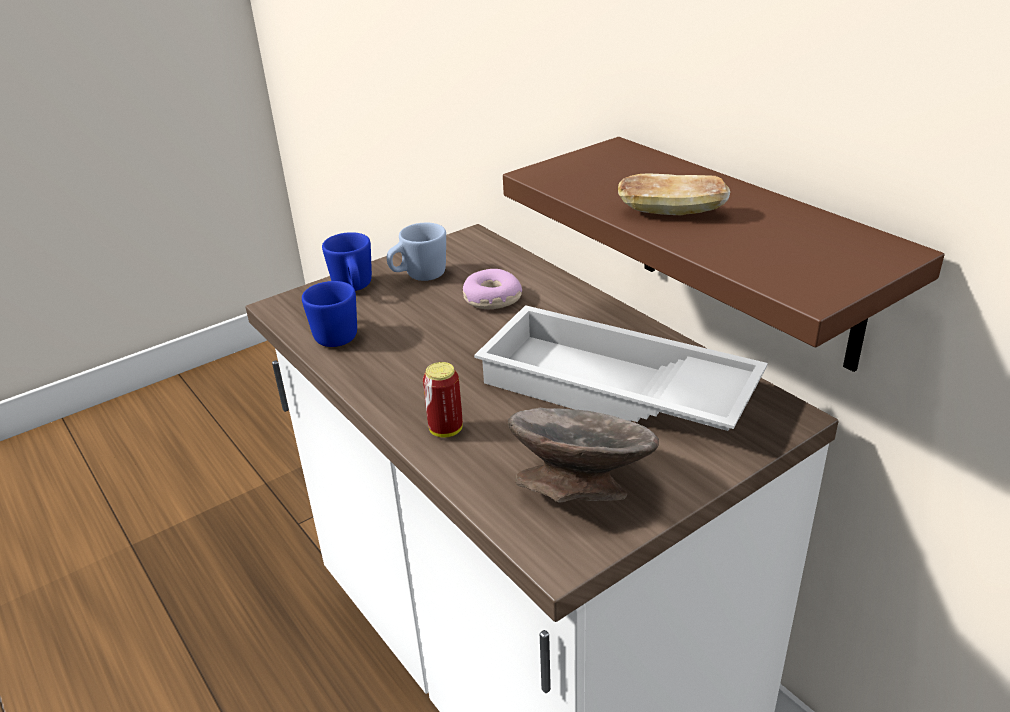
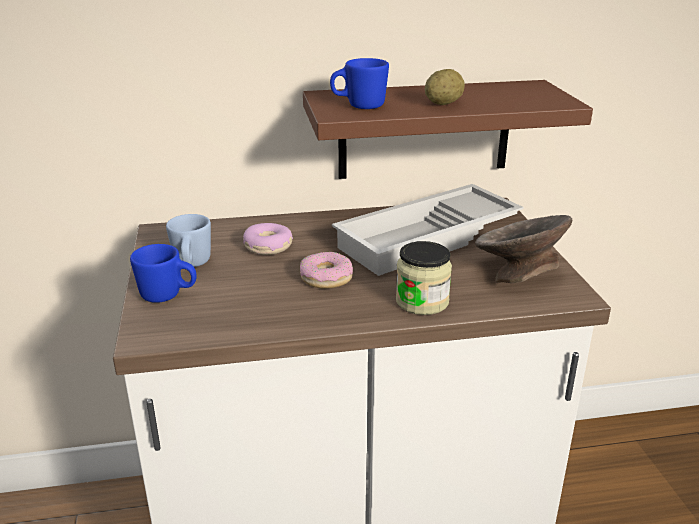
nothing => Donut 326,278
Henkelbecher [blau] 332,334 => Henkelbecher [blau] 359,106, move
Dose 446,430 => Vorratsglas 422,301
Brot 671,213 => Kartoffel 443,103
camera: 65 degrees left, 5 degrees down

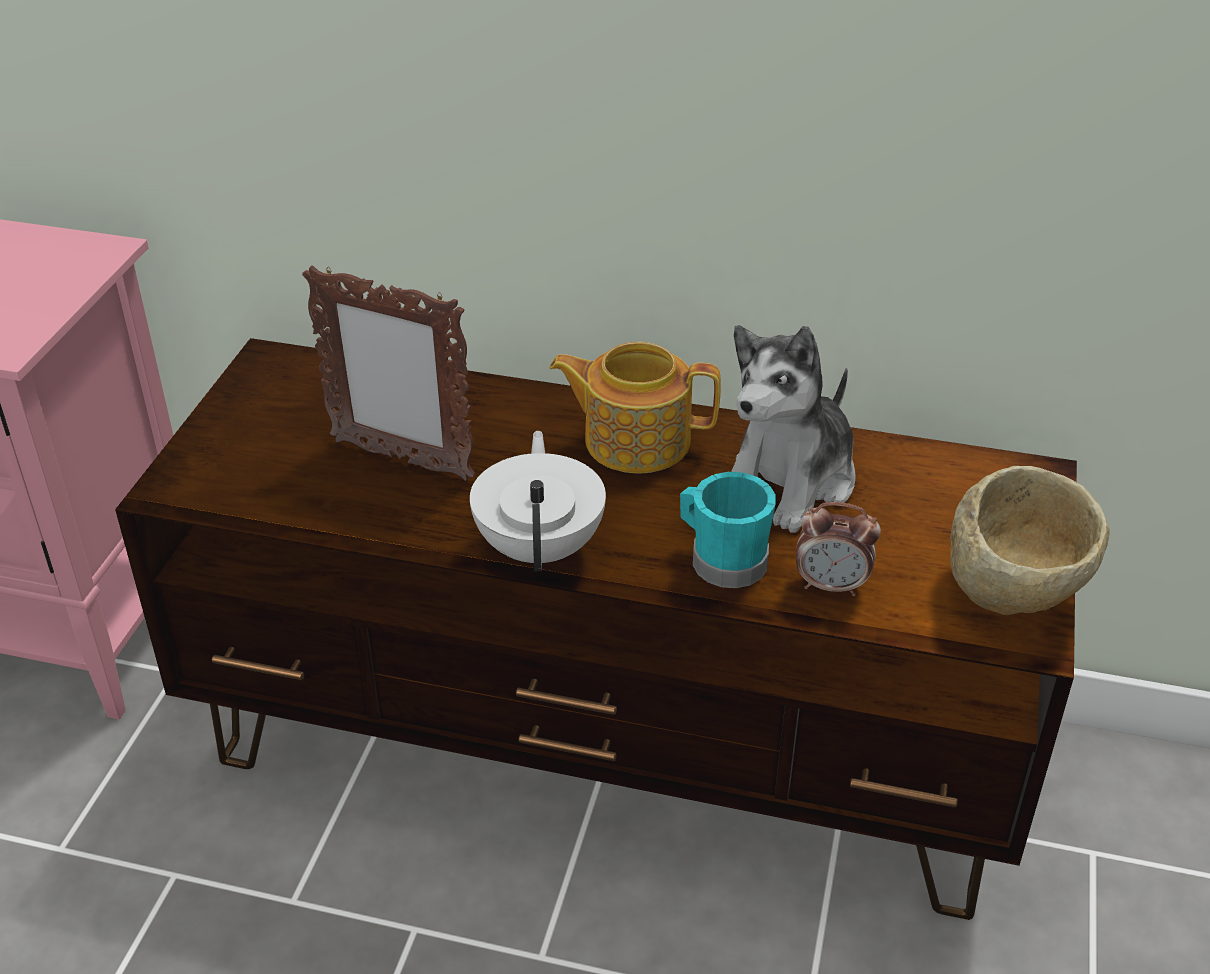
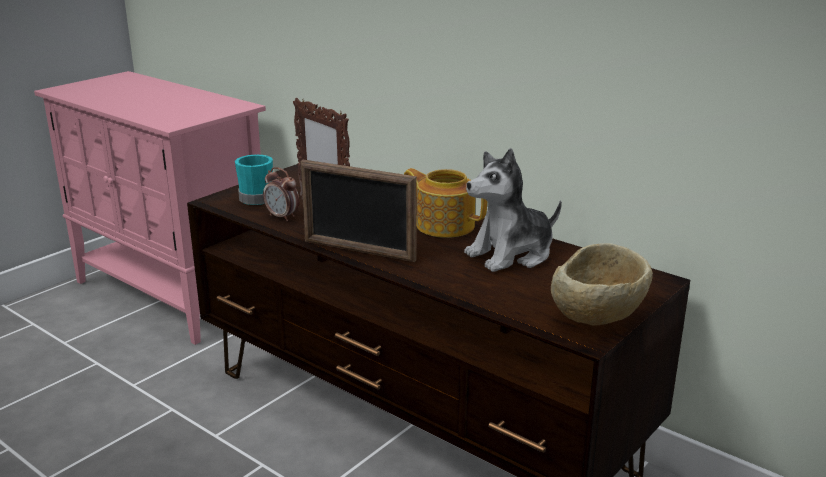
Henkelbecher [türkis] 722,559 => Henkelbecher [türkis] 255,197, move
Wecker 831,585 => Wecker 282,217, move
Teekanne [weiß] 541,547 => Bilderrahmen 359,251
camera: 25 degrees right, 15 degrees down

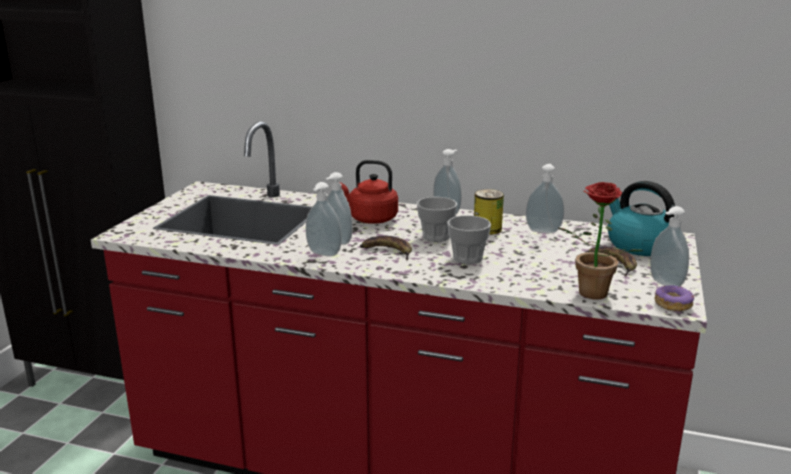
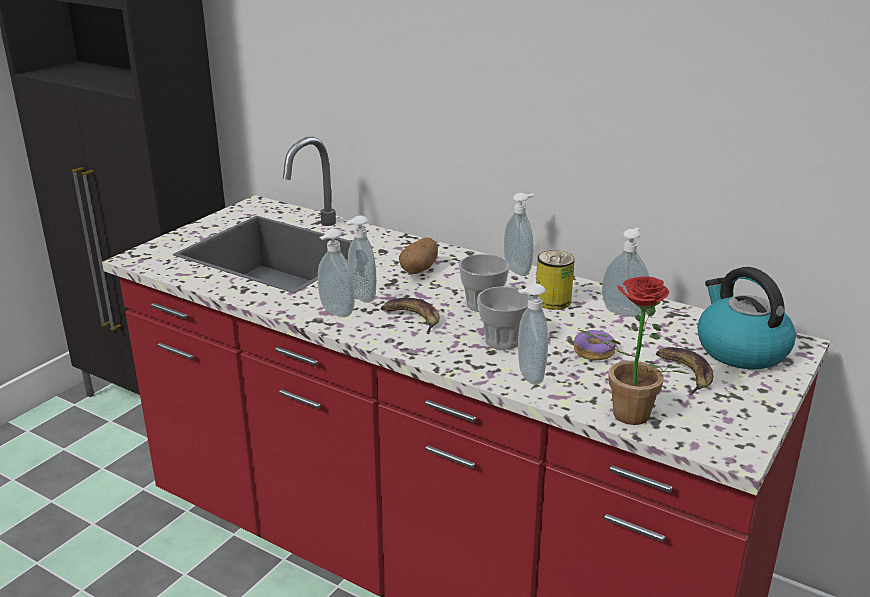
Seifenspender 664,284 => Seifenspender 528,376, move
Donut 673,304 => Donut 594,352, move
Wasserkessel [rot] 370,219 => Kartoffel 419,269
camera: 15 degrees right, 5 degrees up

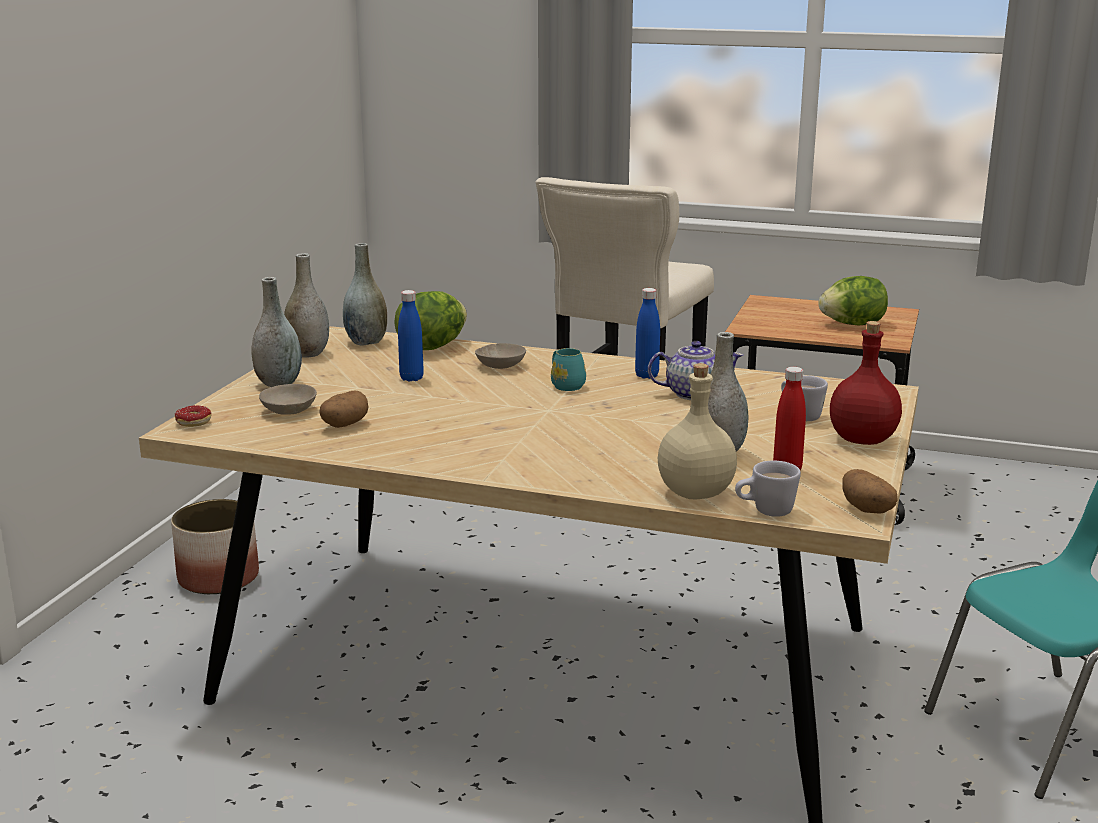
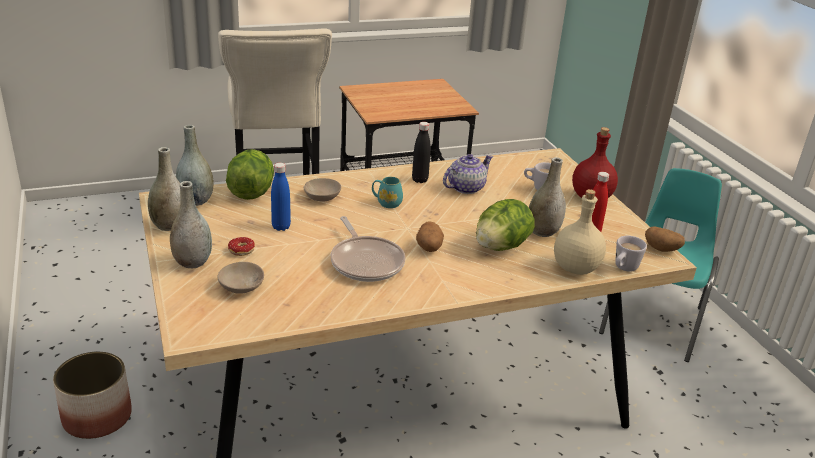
nothing => Pfanne 366,262
Donut 191,424 => Donut 243,253, move
Kartoffel 344,425 => Kartoffel 429,248, move
Salatkopf 852,324 => Salatkopf 501,246, move
Flasche [blau] 646,375 => Flasche [schwarz] 420,180
camera: 40 degrees left, 10 degrees up

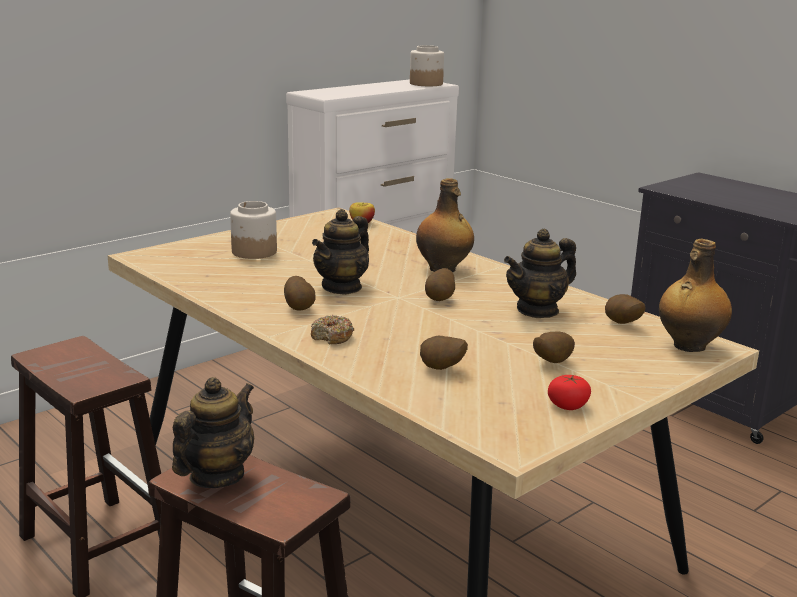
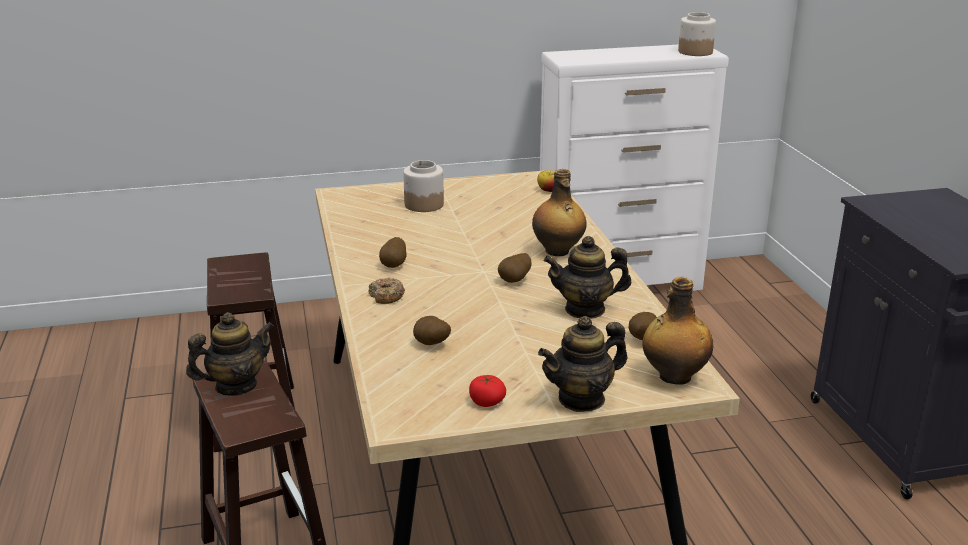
Kartoffel 550,362 => nothing
Teekanne 342,287 => Teekanne 581,399, move
camera: 30 degrees right, 5 degrees up

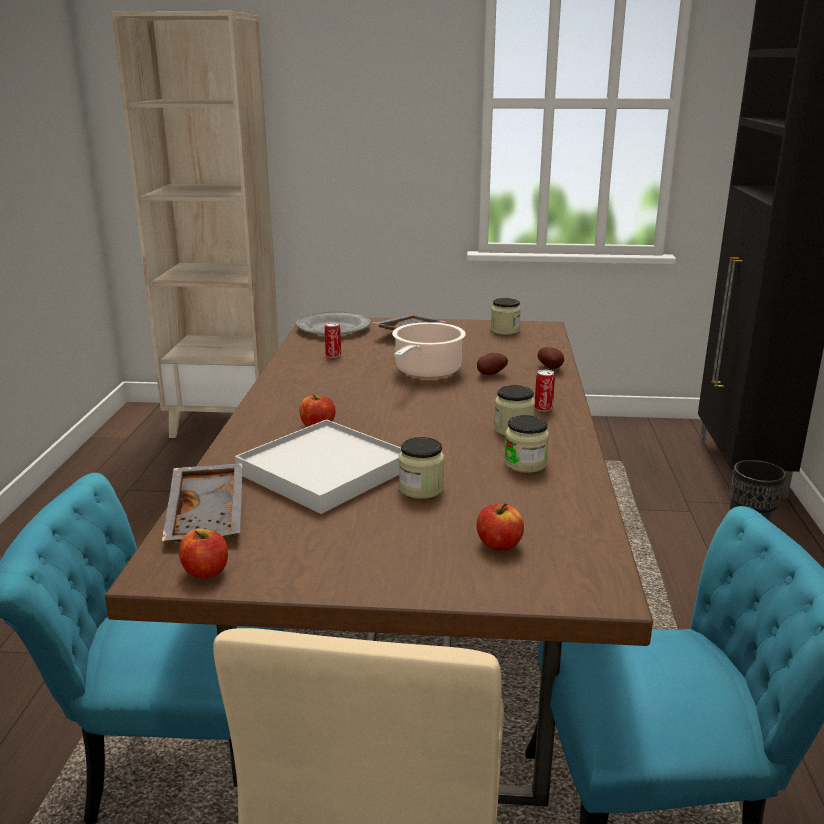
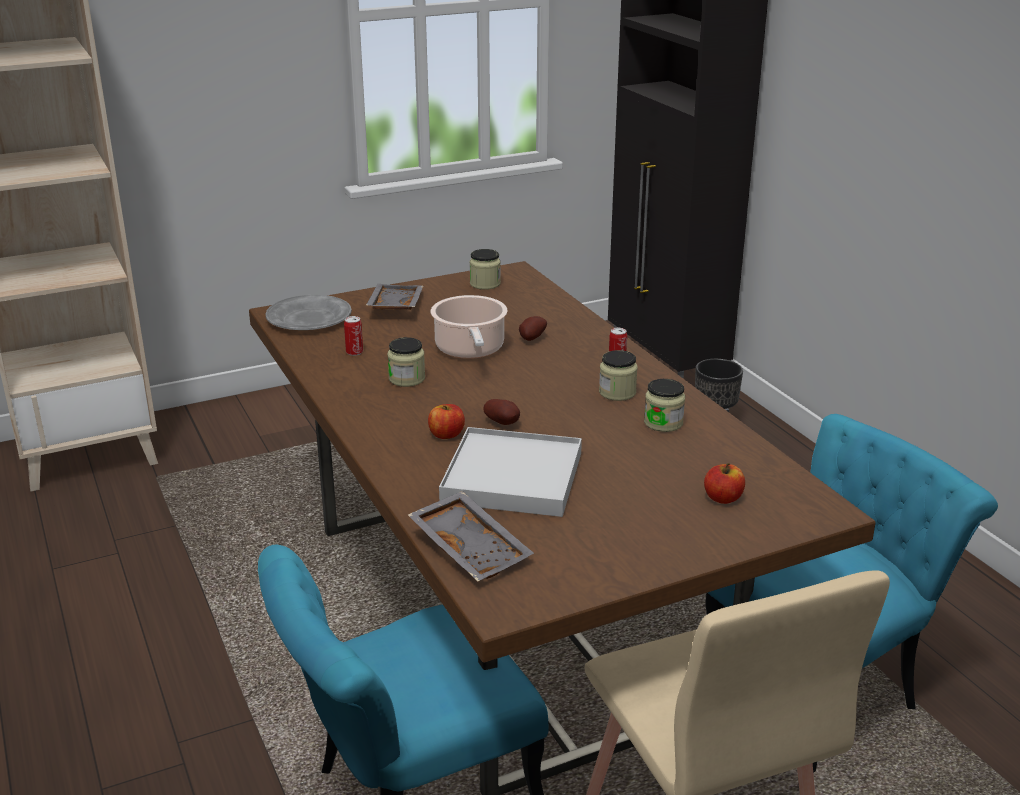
Apfel 206,571 => nothing
Vorratsglas 421,488 => Vorratsglas 407,379, move
Kartoffel 551,368 => Kartoffel 503,423, move
camera: 30 degrees left, 5 degrees up

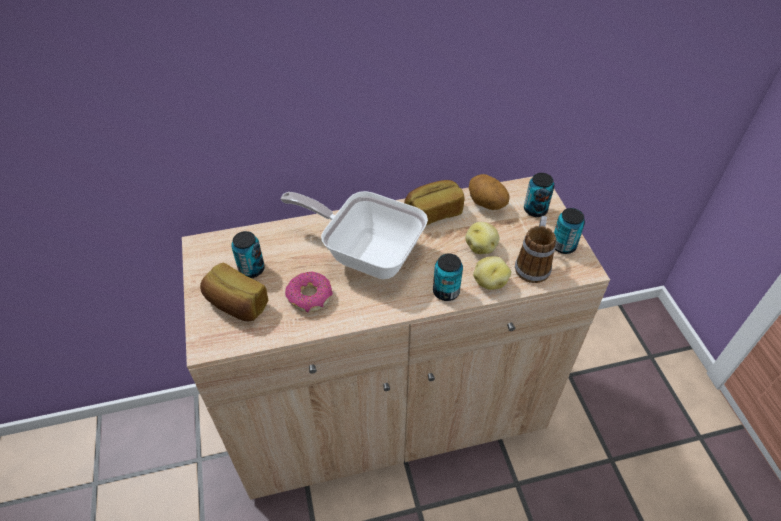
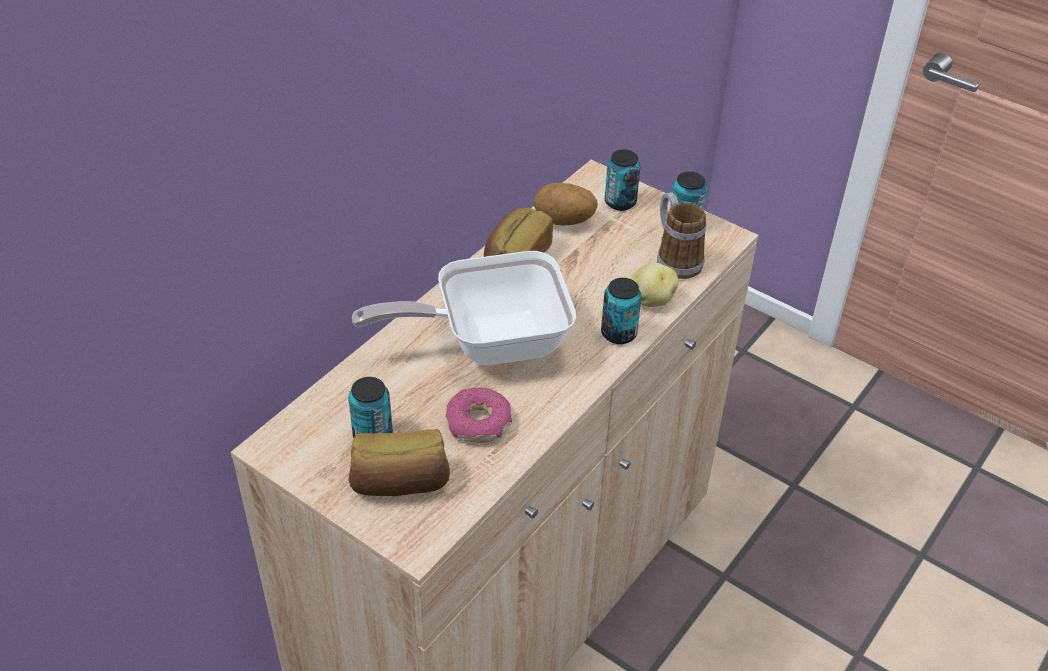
Kartoffel 481,247 => nothing
camera: 40 degrees left, 5 degrees down

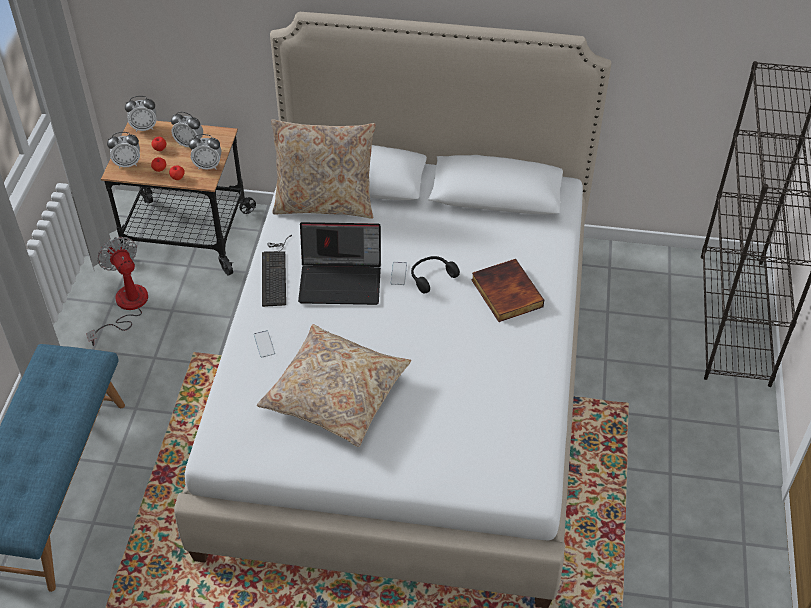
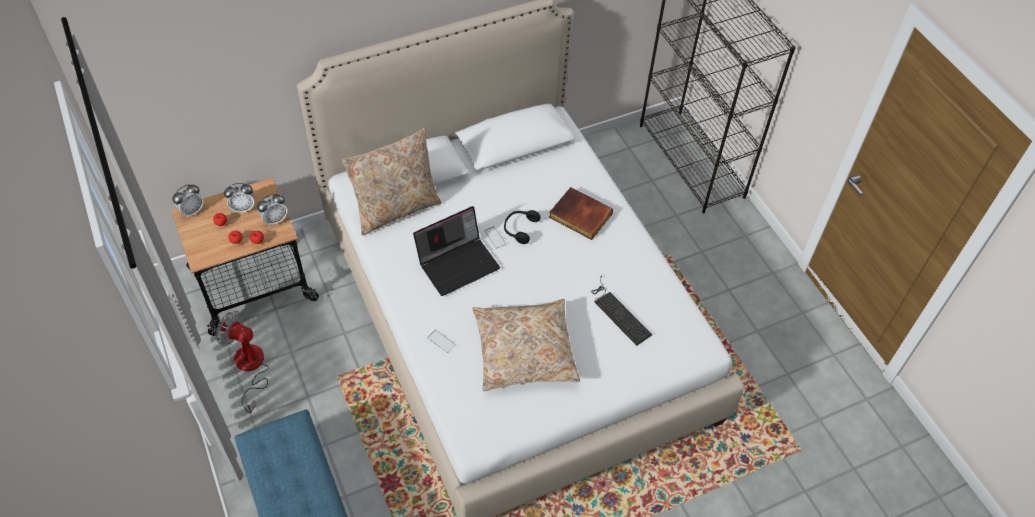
Wecker 127,164 => nothing
Tastatur 275,272 => Tastatur 618,312, move
camera: 35 degrees left, 5 degrees up

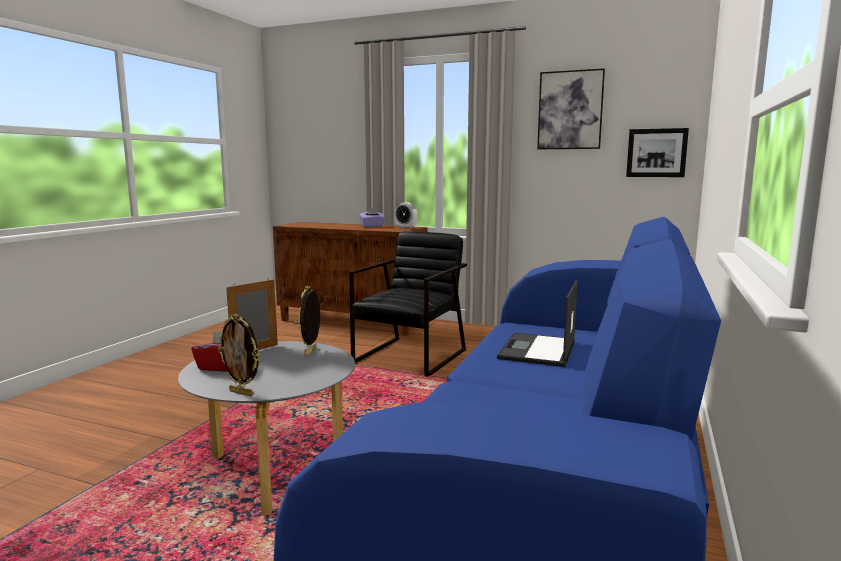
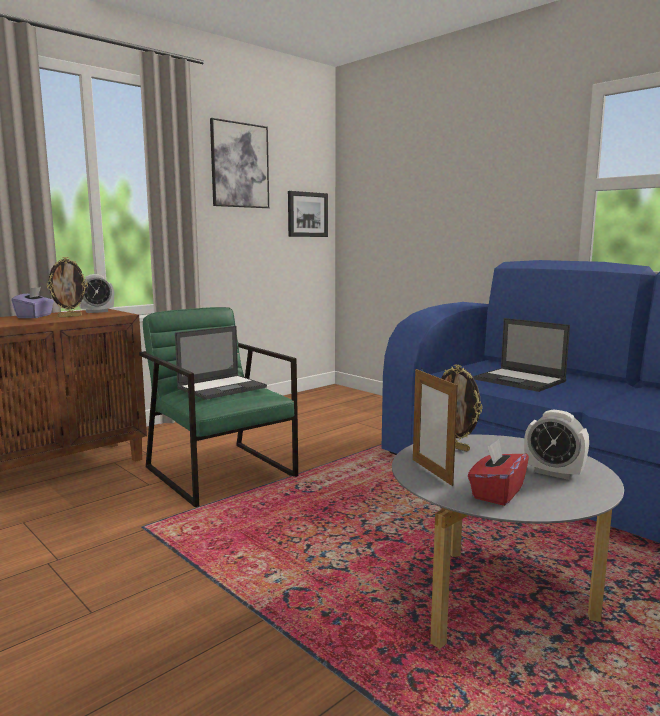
nothing => Laptop 222,387
nothing => Wecker 553,473
Bilderrahmen 242,393 => Bilderrahmen 70,316, move
Sessel [schwarz] 411,356 => Sessel [grün] 220,472
camera: 65 degrees left, 0 degrees up

